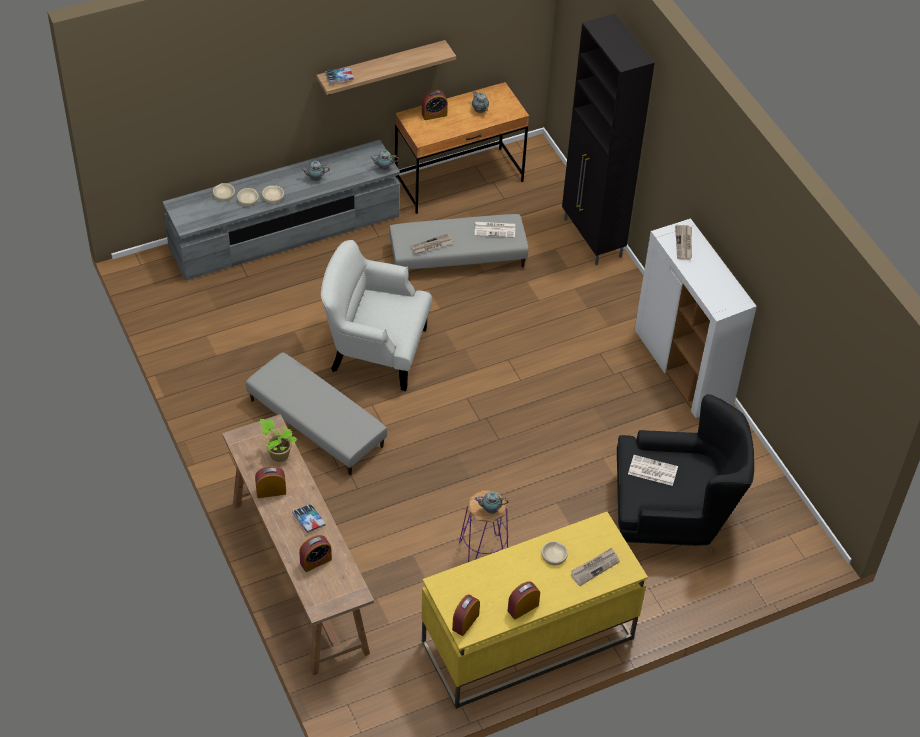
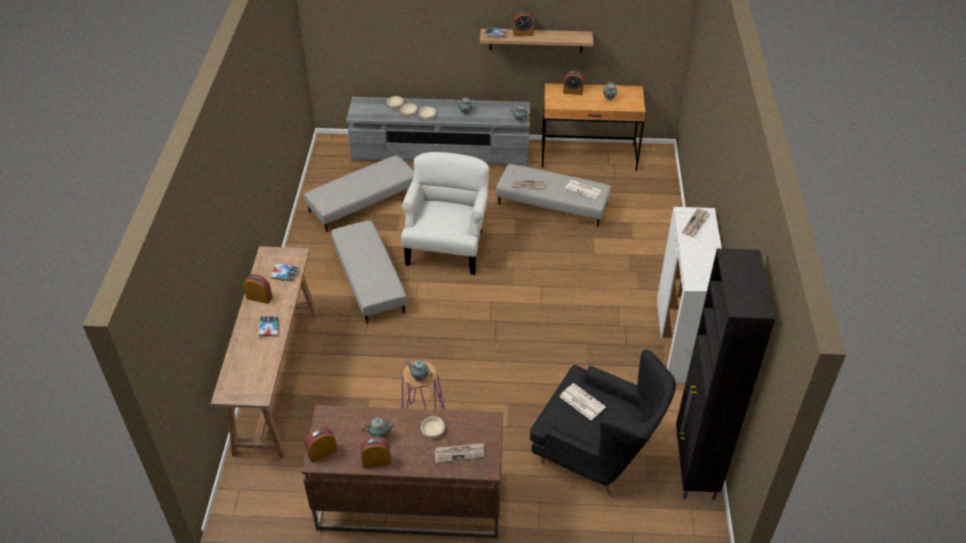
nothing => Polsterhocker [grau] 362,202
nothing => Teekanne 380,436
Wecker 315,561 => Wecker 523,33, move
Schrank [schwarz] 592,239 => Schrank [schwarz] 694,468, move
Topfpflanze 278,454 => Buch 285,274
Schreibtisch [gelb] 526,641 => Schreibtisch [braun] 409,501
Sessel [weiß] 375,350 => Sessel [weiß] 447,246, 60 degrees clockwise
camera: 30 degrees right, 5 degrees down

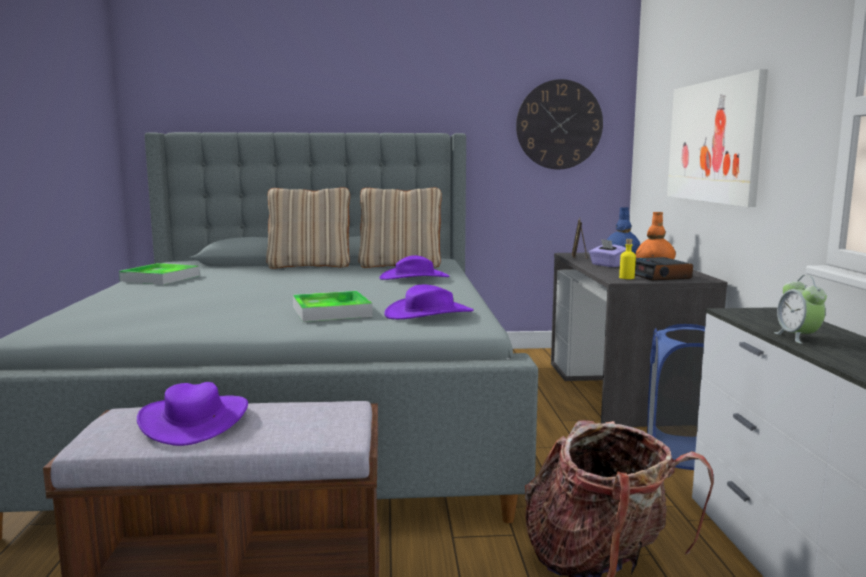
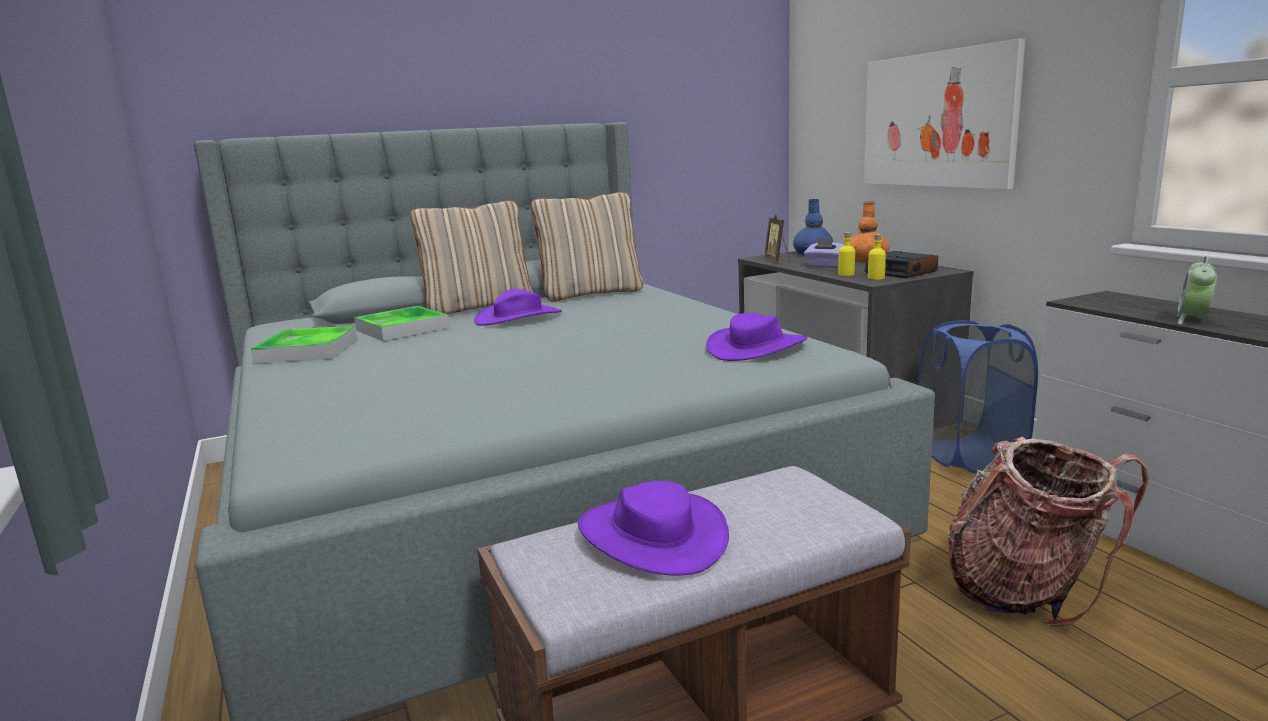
Wanduhr 559,125 => nothing
nothing => Flasche [gelb] 846,274
Tablett 331,312 => Tablett 402,329, move
Hut [lila] 414,277 => Hut [lila] 518,317, move
Wecker 797,337 => Wecker 1192,320, 60 degrees clockwise
camera: 20 degrees left, 5 degrees up

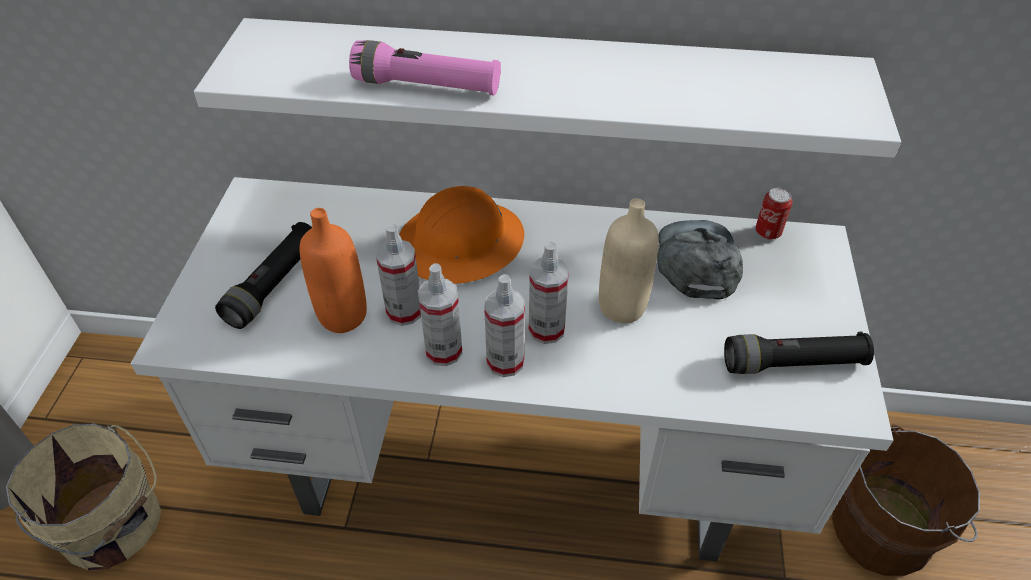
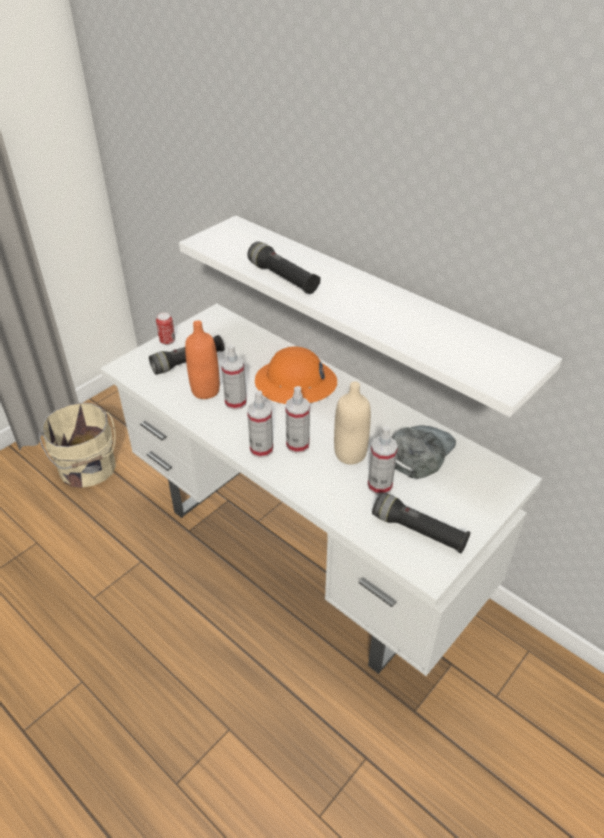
Eimer [braun] 886,529 => nothing
Sprühflasche 443,351 => Sprühflasche 379,485, move
Dose 768,233 => Dose 167,341, move
Taschenlampe [rosa] 427,86 => Taschenlampe [schwarz] 283,278
camera: 35 degrees right, 5 degrees down

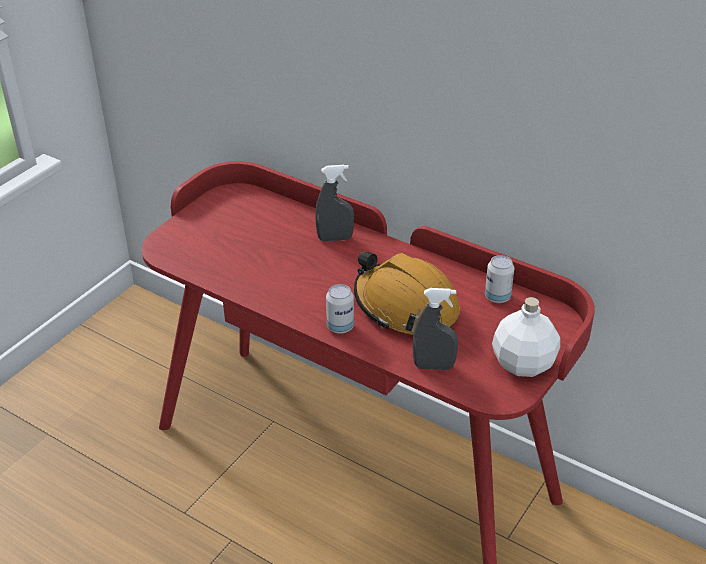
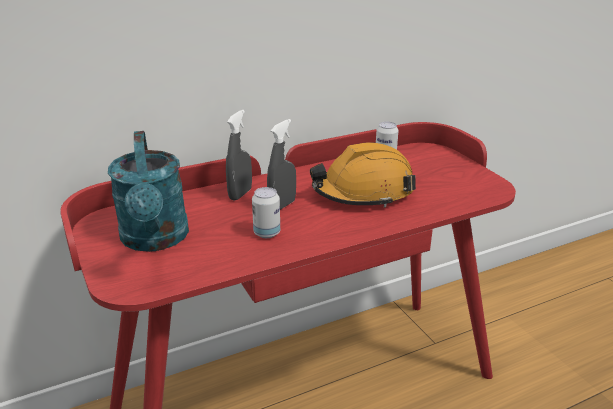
Flasche [weiß] 522,363 => nothing
nothing => Gießkanne [türkis] 155,240
Dose 340,327 => Dose 267,233, move
Sprühflasche [grau] 433,366 => Sprühflasche [grau] 282,205, move
camera: 60 degrees left, 10 degrees down

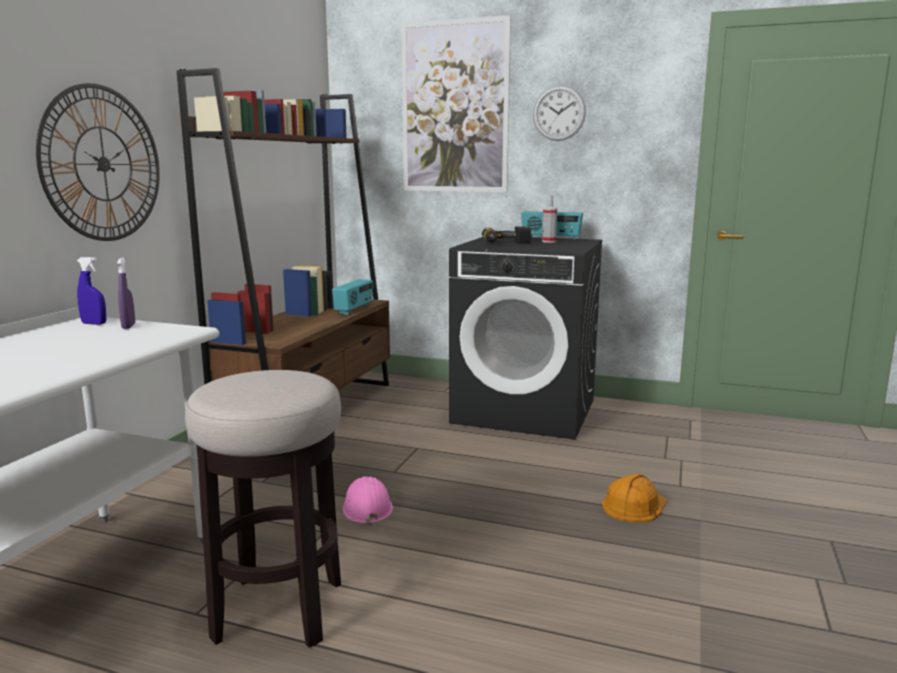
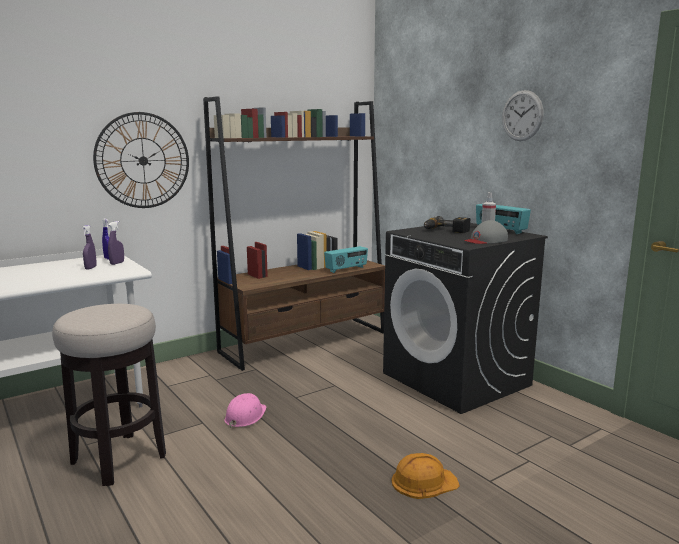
Bild 454,107 => nothing
nothing => Sprühflasche [lila] 90,268
nothing => Kappe [grau] 486,240
camera: 35 degrees right, 0 degrees up

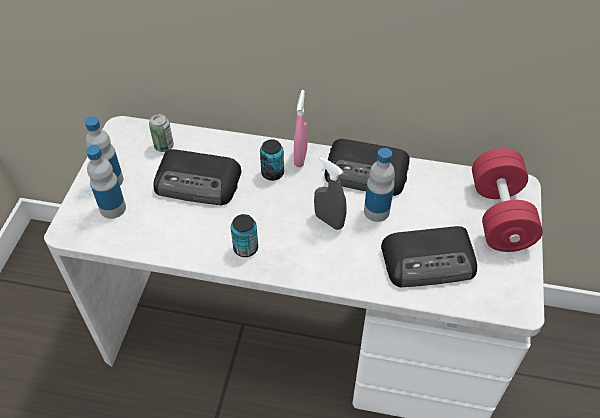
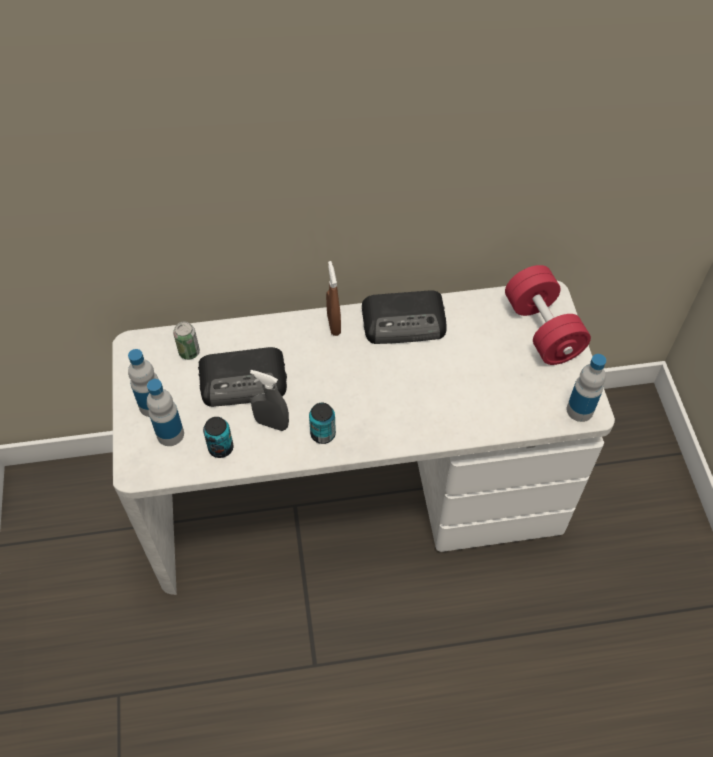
Radio 430,261 => nothing
Dose 272,173 => Dose 221,448, move
Sprühflasche [grau] 329,221 => Sprühflasche [grau] 271,423, move
Flasche 376,211 => Flasche 579,410, move
Sprühflasche [rosa] 300,157 => Sprühflasche [braun] 334,324
camera: 20 degrees left, 5 degrees up

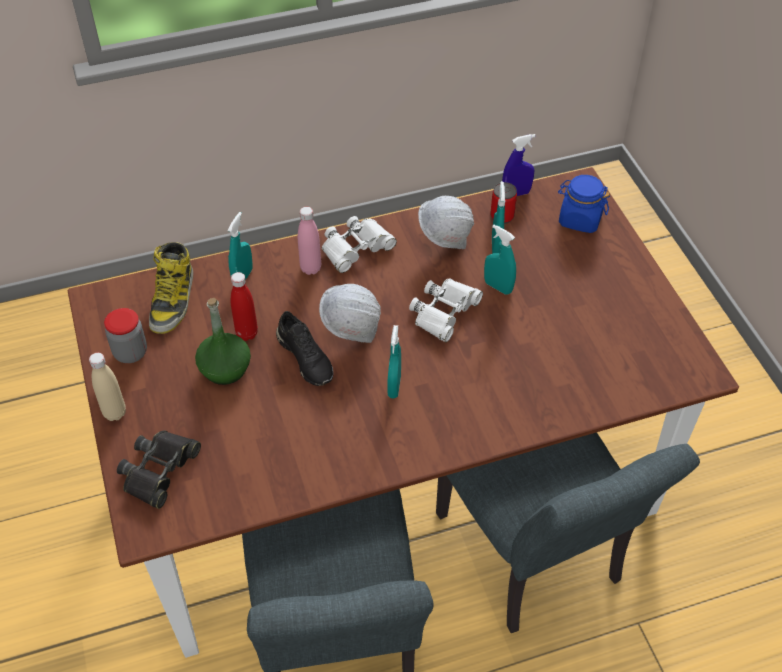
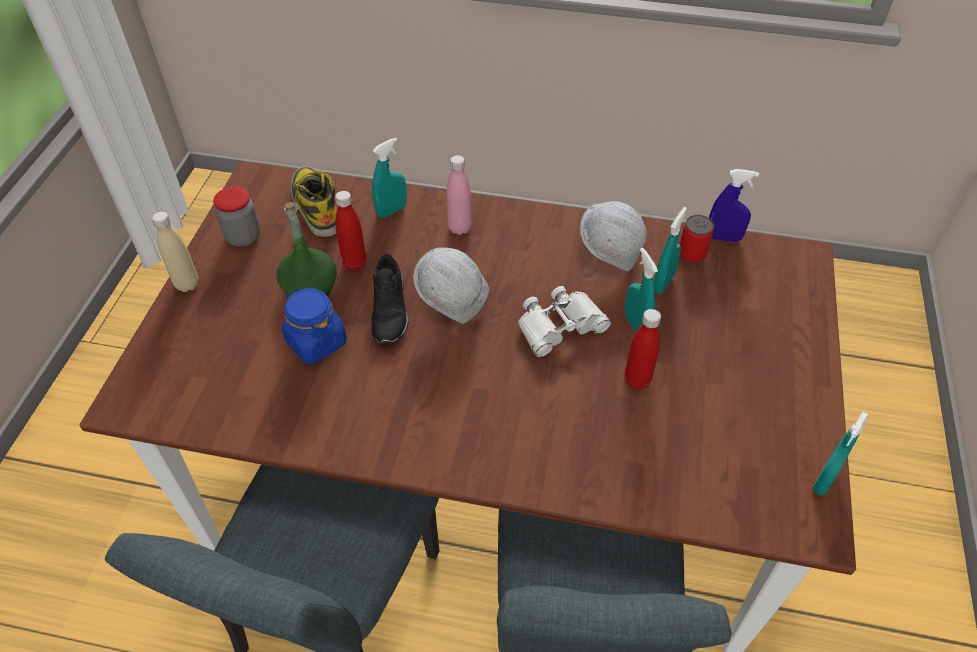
Fernglas [schwarz] 159,470 => nothing
Fernglas [weiß] 356,248 => nothing
nothing => Flasche [rot] 637,380
Sprühflasche [türkis] 394,386 => Sprühflasche [türkis] 824,480, move
Vorratsglas [blau] 579,219 => Vorratsglas [blau] 316,342, move
Stiefel 173,300 => Stiefel 315,206, 120 degrees clockwise
camera: 30 degrees right, 0 degrees up

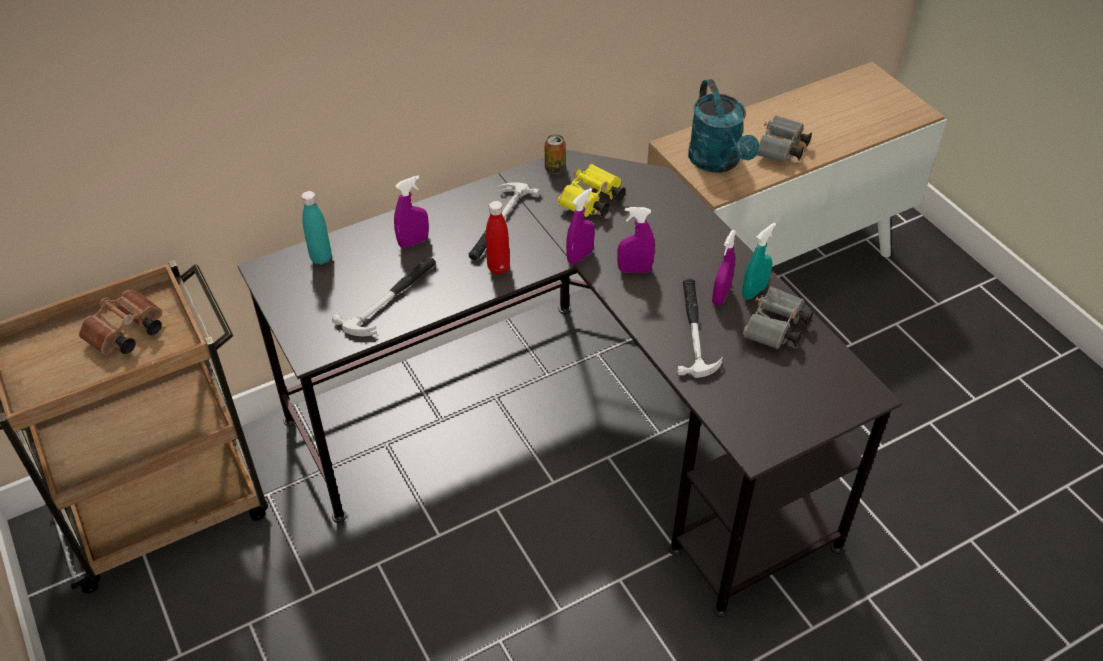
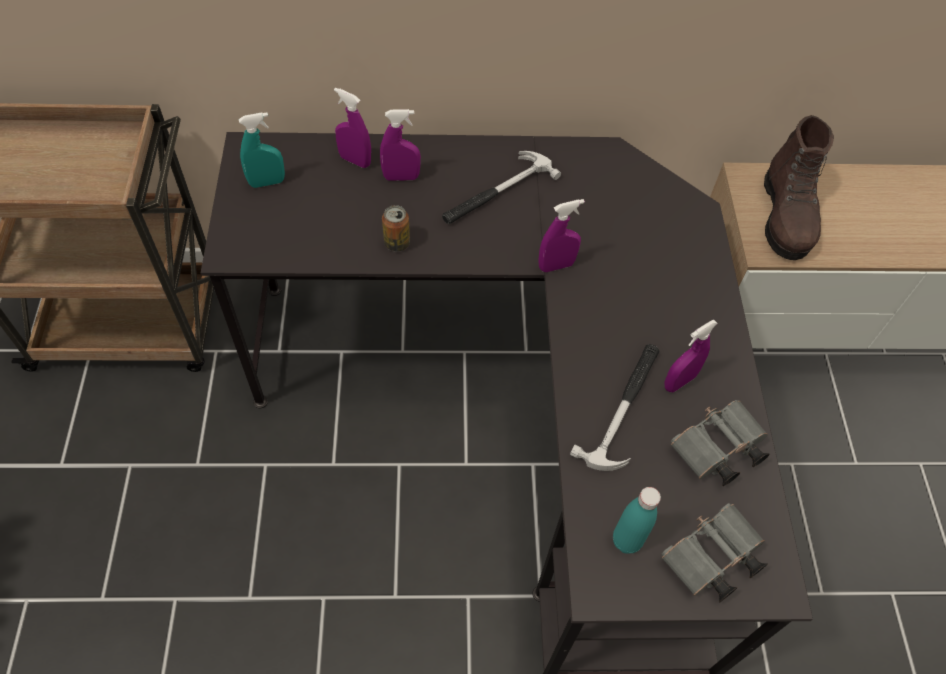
Fernglas [braun] 125,335 => nothing
Hammer 391,298 => nothing
Flasche [rot] 498,268 => nothing
Fernglas [gelb] 591,203 => nothing
Flasche [türkis] 321,258 => Flasche [türkis] 626,540, move
Dose 555,168 => Dose 397,243, move
Sprühflasche [lila] 634,270 => Sprühflasche [lila] 355,160, move
Sprühflasche [türkis] 754,291 => Sprühflasche [türkis] 267,182, move
Fernglas [grau] 780,150 => Fernglas [grau] 710,560, move
Gießkanne [türkis] 718,162 => Stiefel [braun] 785,217
camera: 25 degrees right, 10 degrees up

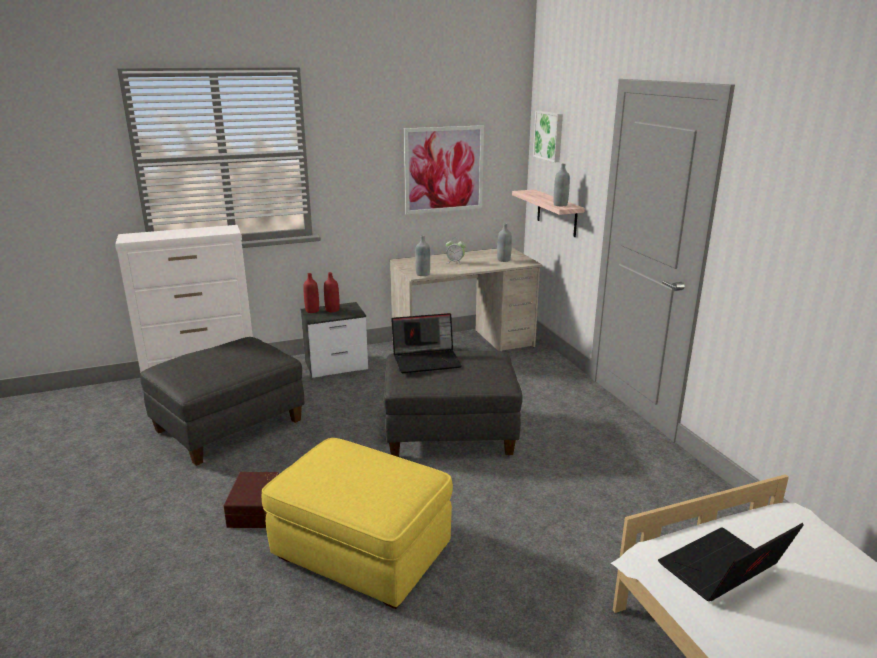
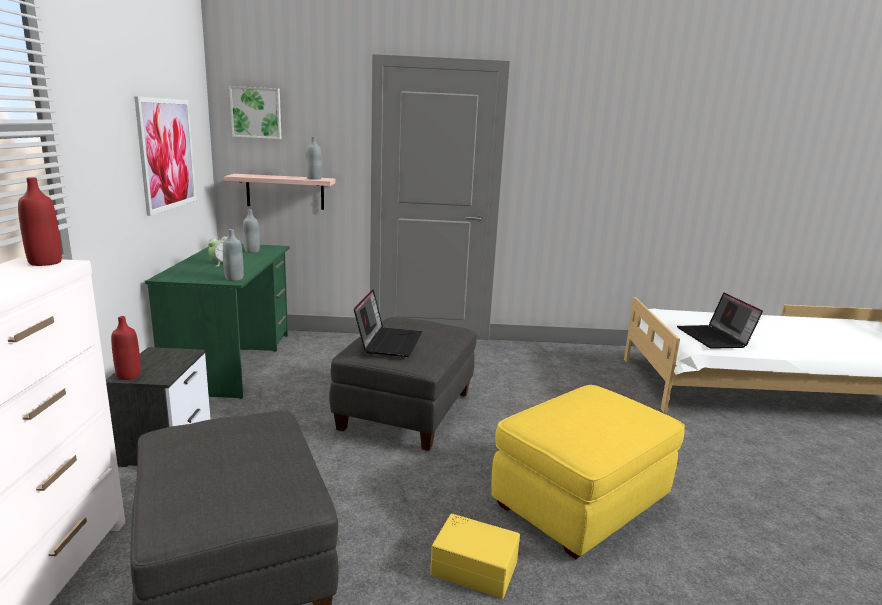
Flasche [rot] 332,310 => Flasche [rot] 45,262, move
Aufbewahrungsbox [braun] 256,509 => Aufbewahrungsbox [gelb] 474,566
Schreibtisch [beige] 463,345 => Schreibtisch [grün] 232,361
camera: 70 degrees left, 5 degrees down

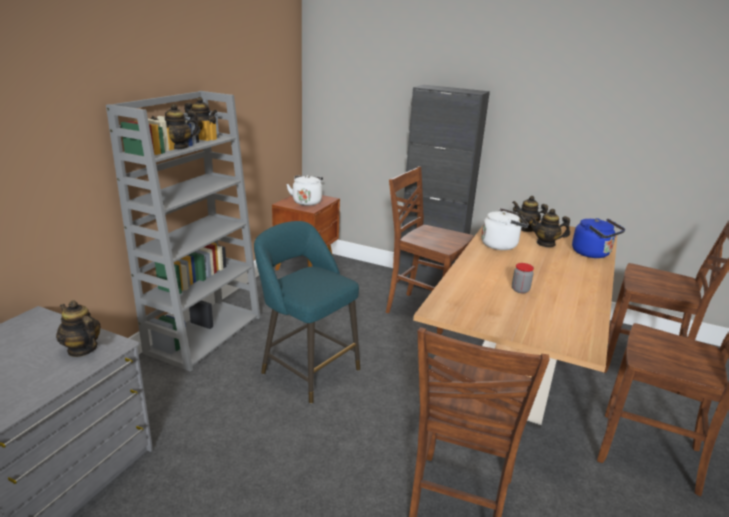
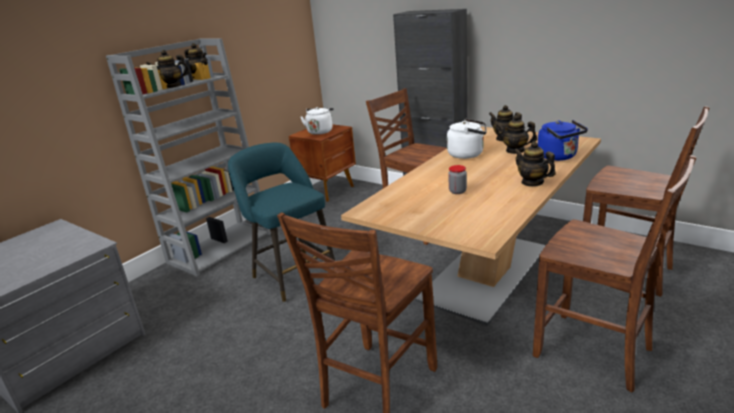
Teekanne 82,349 => Teekanne 532,182, move
camera: 15 degrees right, 0 degrees up

